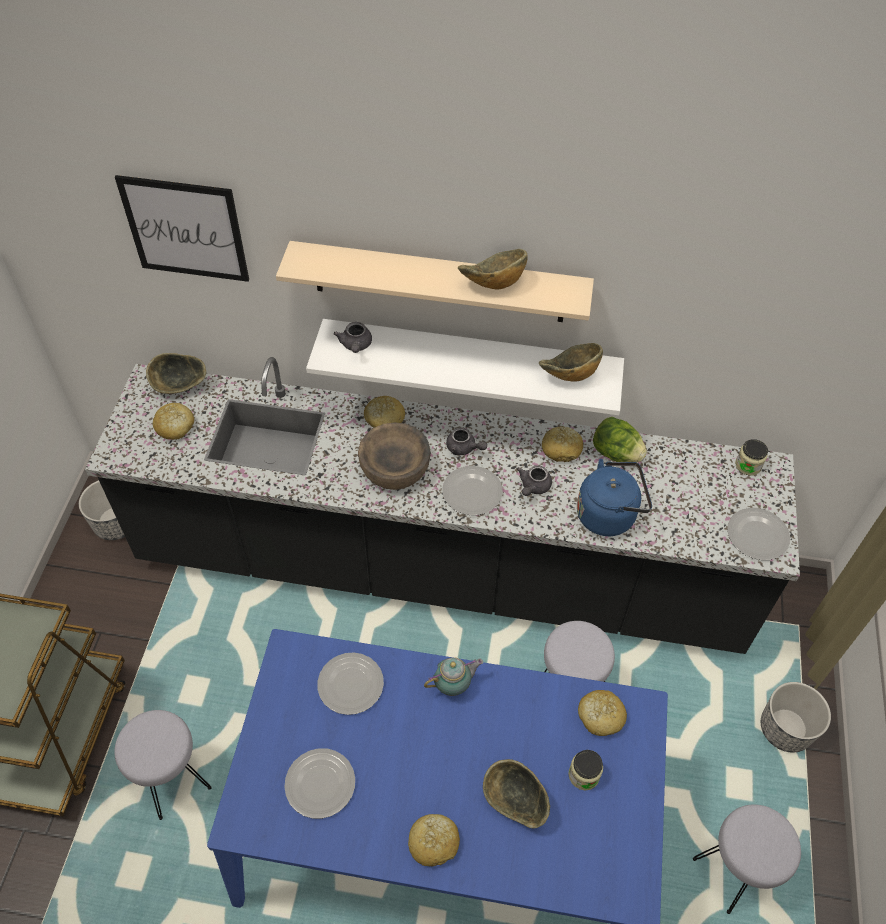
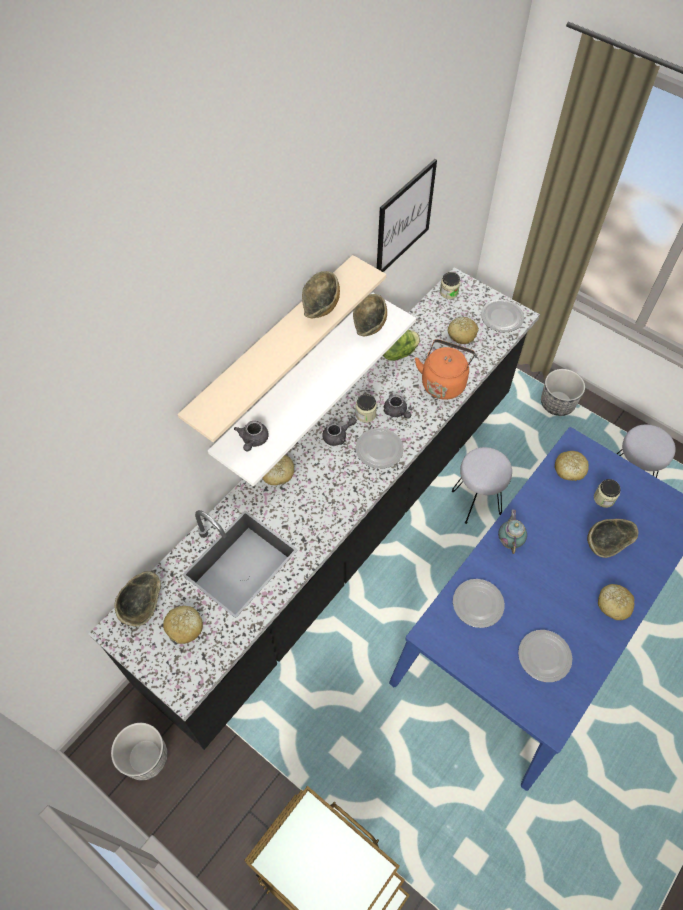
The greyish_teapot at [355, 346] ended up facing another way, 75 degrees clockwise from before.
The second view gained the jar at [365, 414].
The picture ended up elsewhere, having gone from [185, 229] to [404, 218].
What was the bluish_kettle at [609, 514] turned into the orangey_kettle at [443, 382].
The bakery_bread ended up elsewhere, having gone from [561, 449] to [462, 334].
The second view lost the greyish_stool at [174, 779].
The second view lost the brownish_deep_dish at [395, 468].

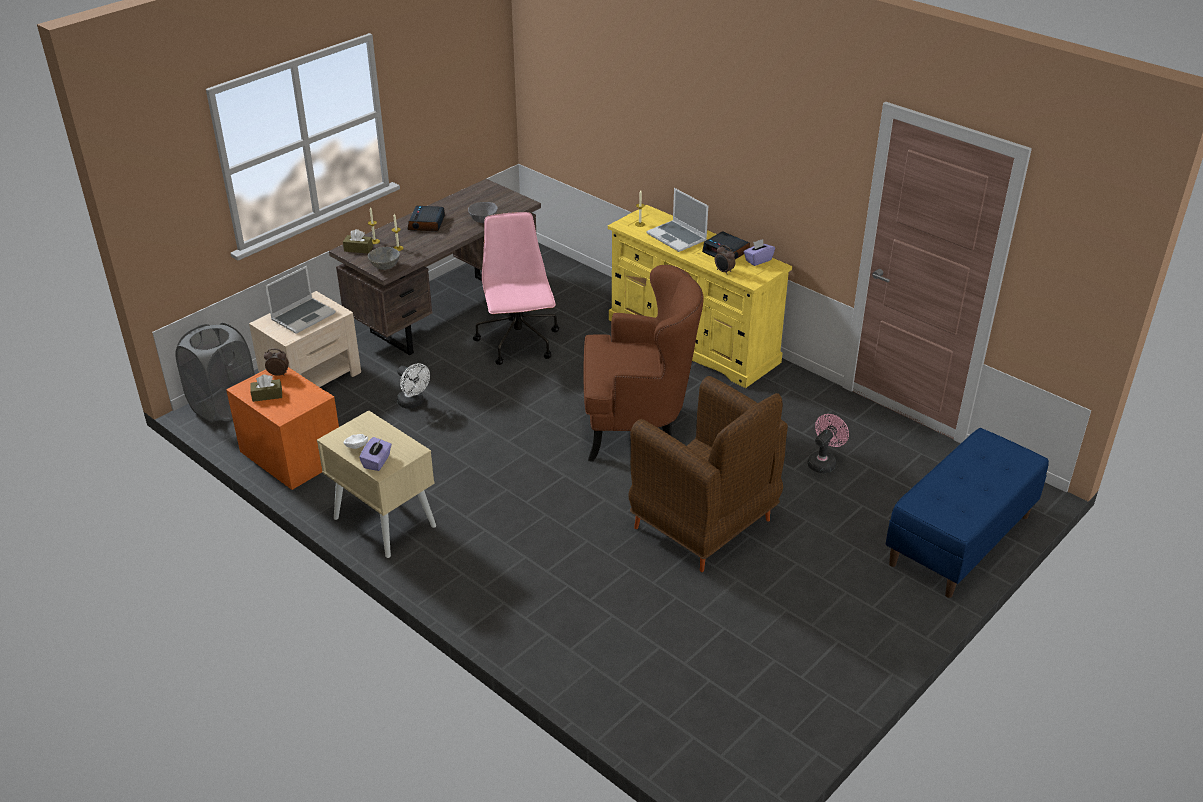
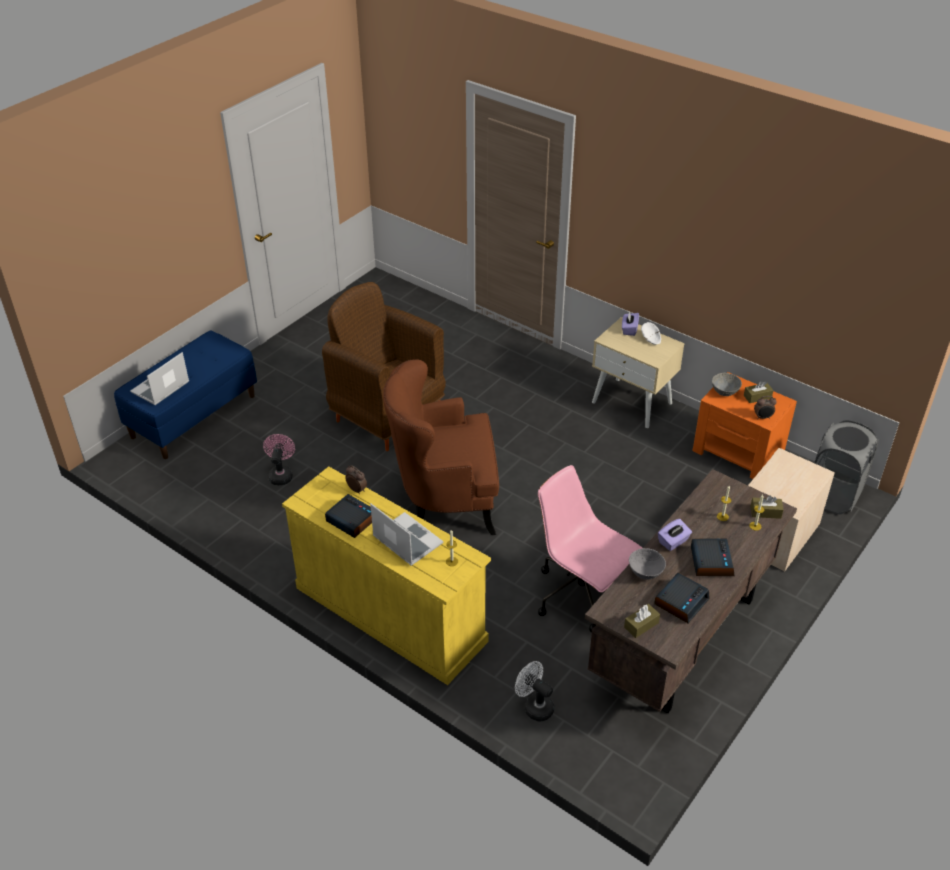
The laptop ended up elsewhere, having gone from [303, 316] to [160, 388].
The pink-coloured_cooling_fan at [823, 462] ended up facing another way, 150 degrees clockwise from before.
The whitish_cooling_fan ended up elsewhere, having gone from [413, 403] to [534, 706].
The pink-coloured_desk_chair at [519, 343] ended up facing another way, 150 degrees clockwise from before.
The second view gained the brownish_tissue_holder at [641, 625].
The second view gained the bedside_clock at [681, 601].
The purple-coloured_tissue_holder ended up elsewhere, having gone from [758, 260] to [673, 542].
The greyish_deep_dish ended up elsewhere, having gone from [385, 266] to [725, 392].

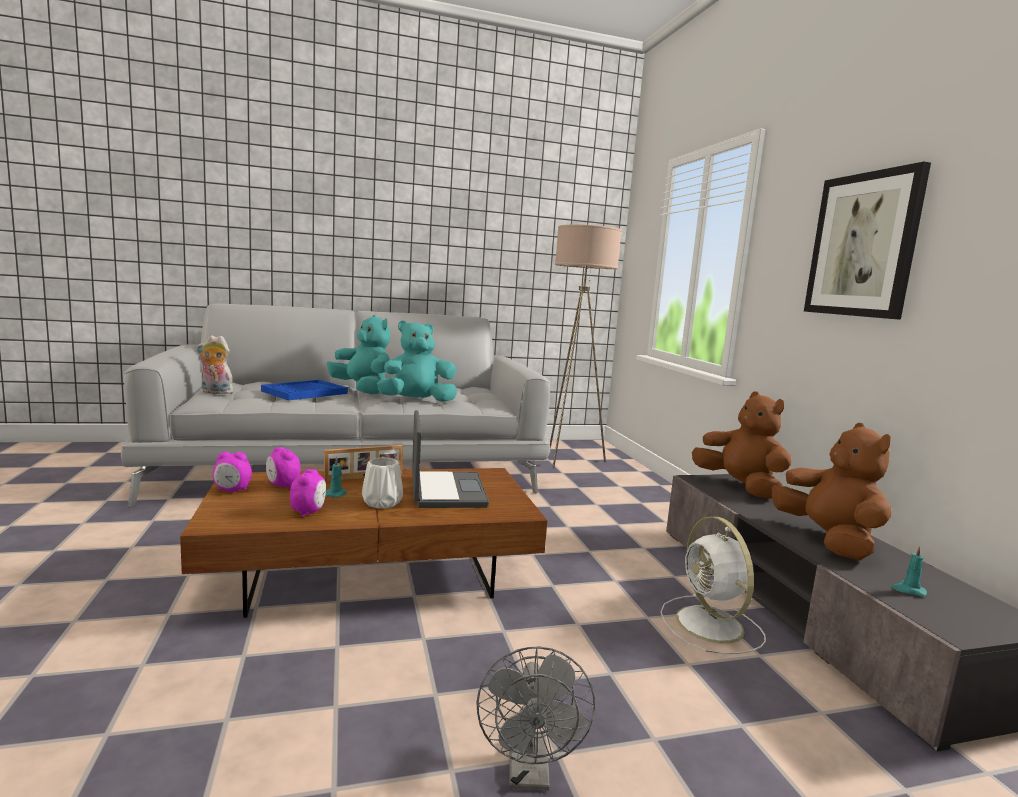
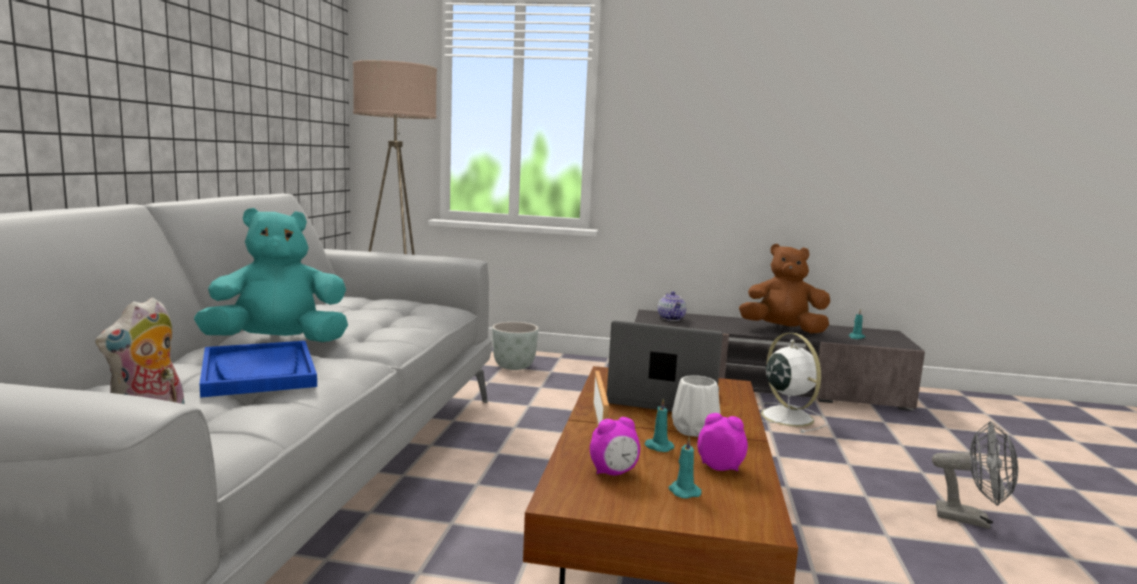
The second view gained the greyish_plant_pot at [514, 366].
Where the brownish_cuddly_toy stood at [740, 487], the teapot came to stand at [671, 319].
The second view gained the blue-green_wax_candle at [683, 491].
The whitish_cooling_fan at [711, 626] ended up facing another way, 120 degrees counterclockwise from before.
The second view lost the bedside_clock at [232, 490].
The second view lost the blue-green_cuddly_toy at [417, 401].
The second view lost the picture at [863, 245].

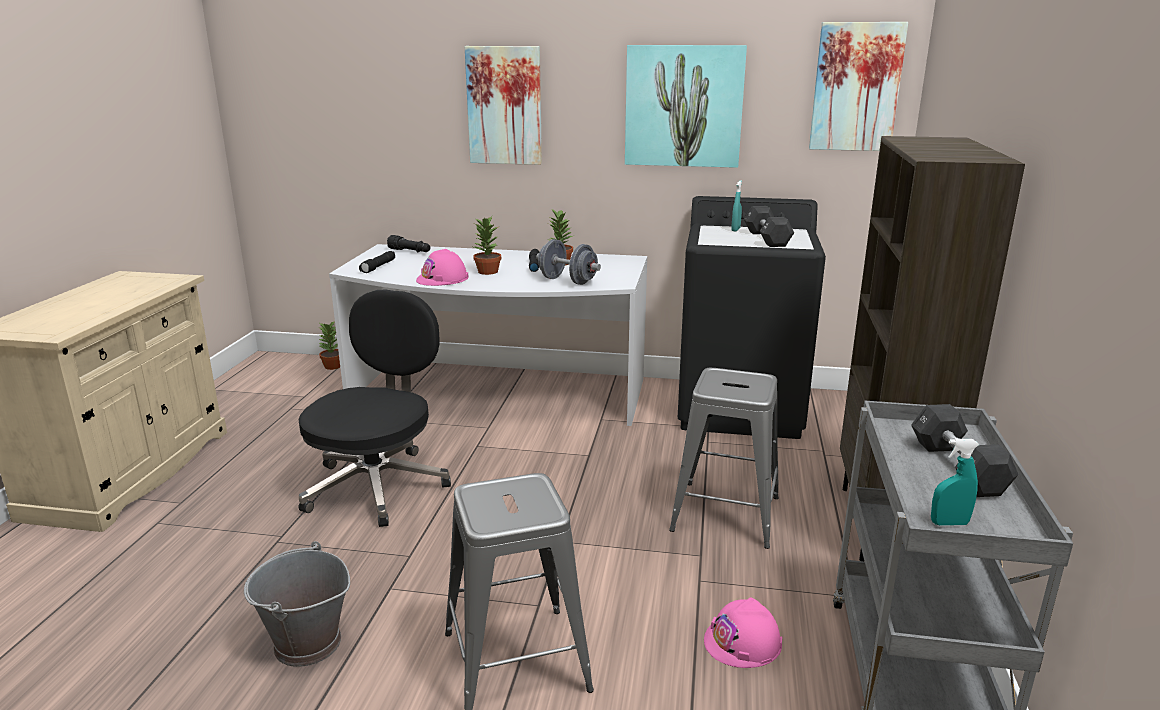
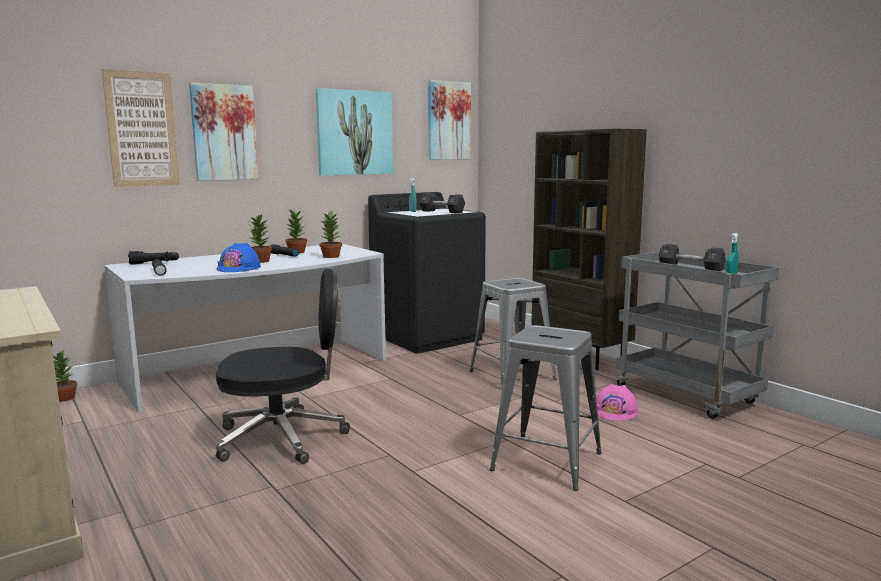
The second view gained the picture at [142, 129].
What was the pink-coloured_hard_hat at [442, 279] turned into the bluish_hard_hat at [239, 268].
The black_desk_chair at [378, 485] ended up facing another way, 105 degrees clockwise from before.
Where the greyish_dumbbell stood at [567, 281], the houseplant came to stand at [331, 256].
The second view lost the greyish_pail at [307, 644].

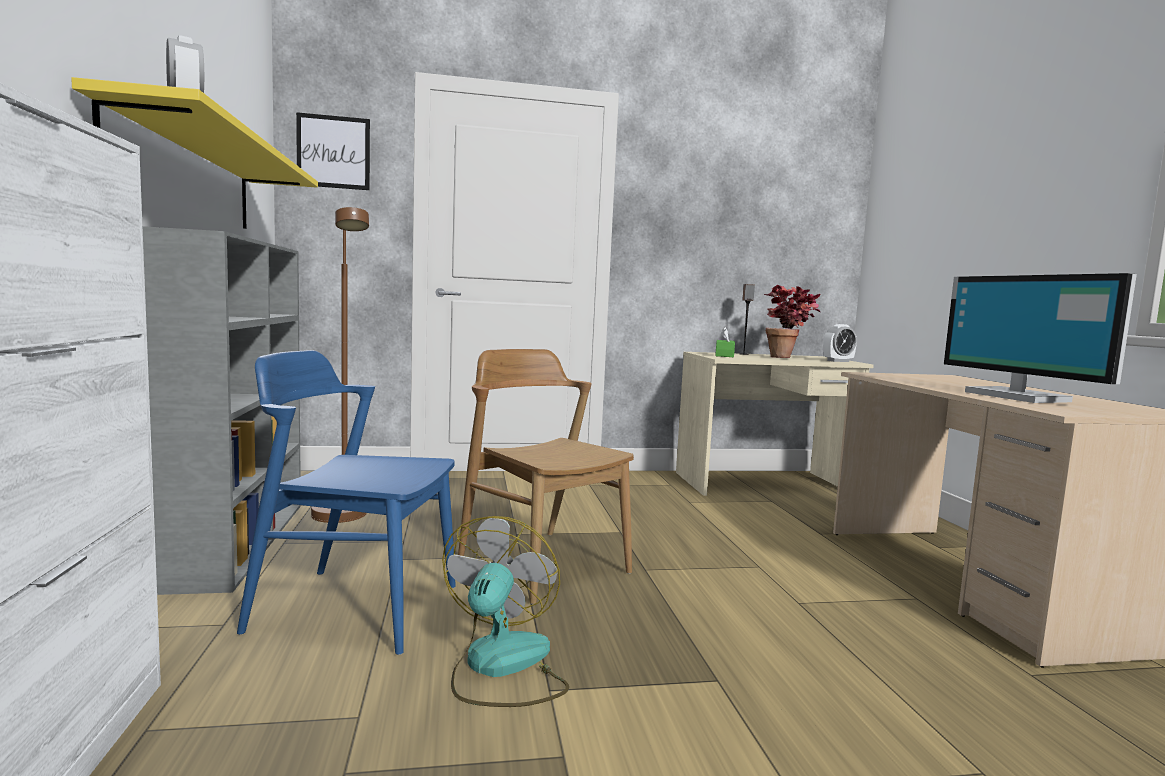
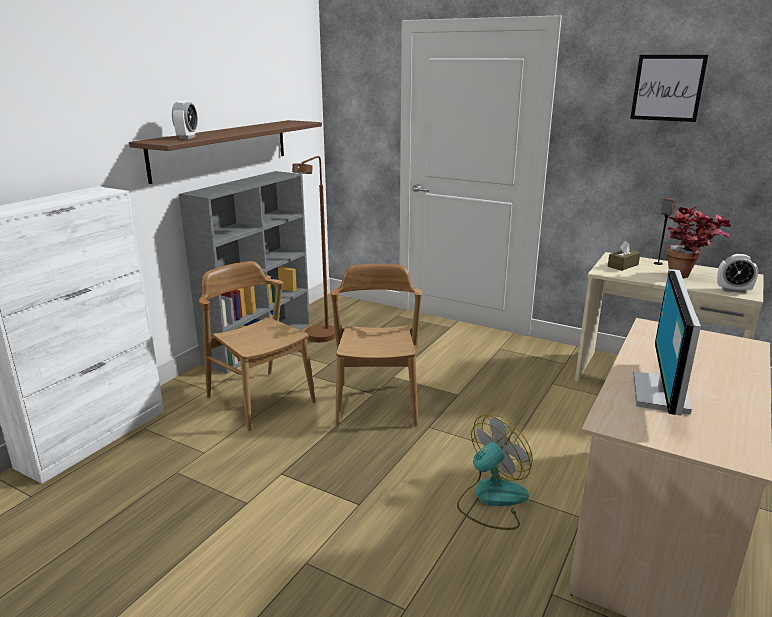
What was the yellow-coloured_wall_shelf at [187, 176] turned into the brownish_wall_shelf at [222, 149].
What was the bluish_upright_chair at [355, 608] turned into the brownish_upright_chair at [260, 399].
The cooling_fan ended up elsewhere, having gone from [501, 667] to [491, 499].
What was the greenish_tissue_holder at [724, 355] turned into the brownish_tissue_holder at [623, 265].
The picture ended up elsewhere, having gone from [333, 152] to [667, 88].

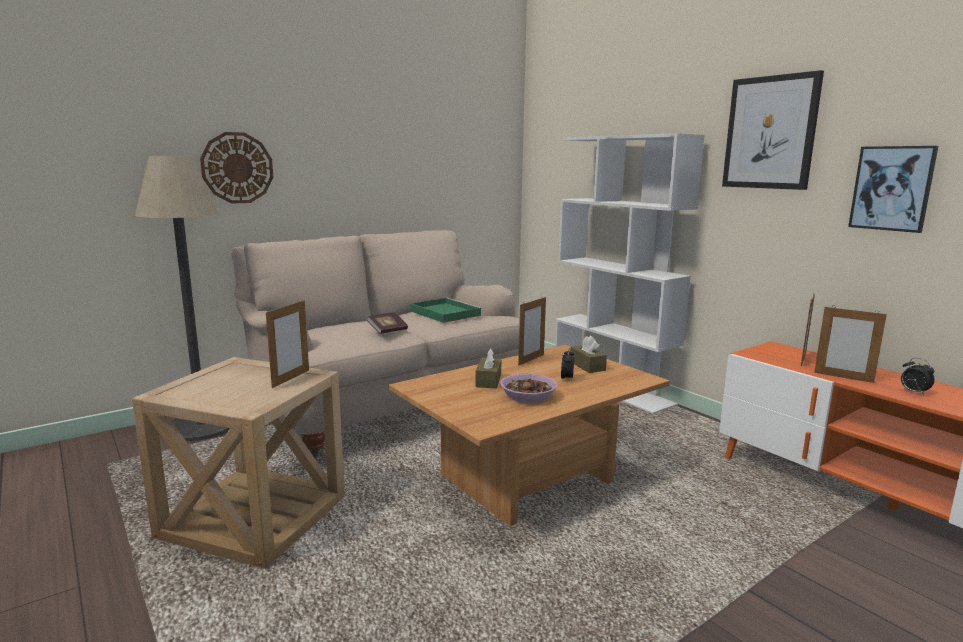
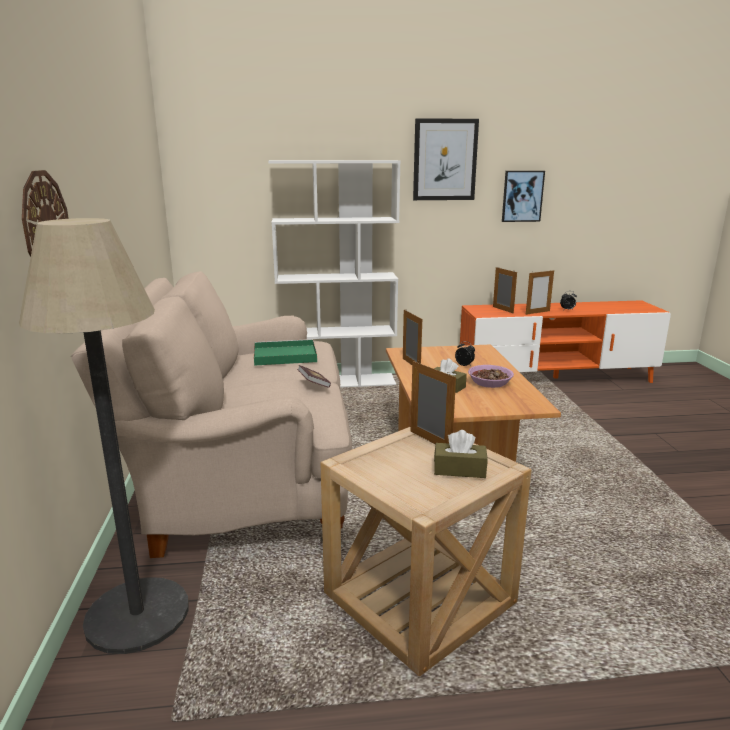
The brownish_tissue_holder ended up elsewhere, having gone from [587, 366] to [459, 469].

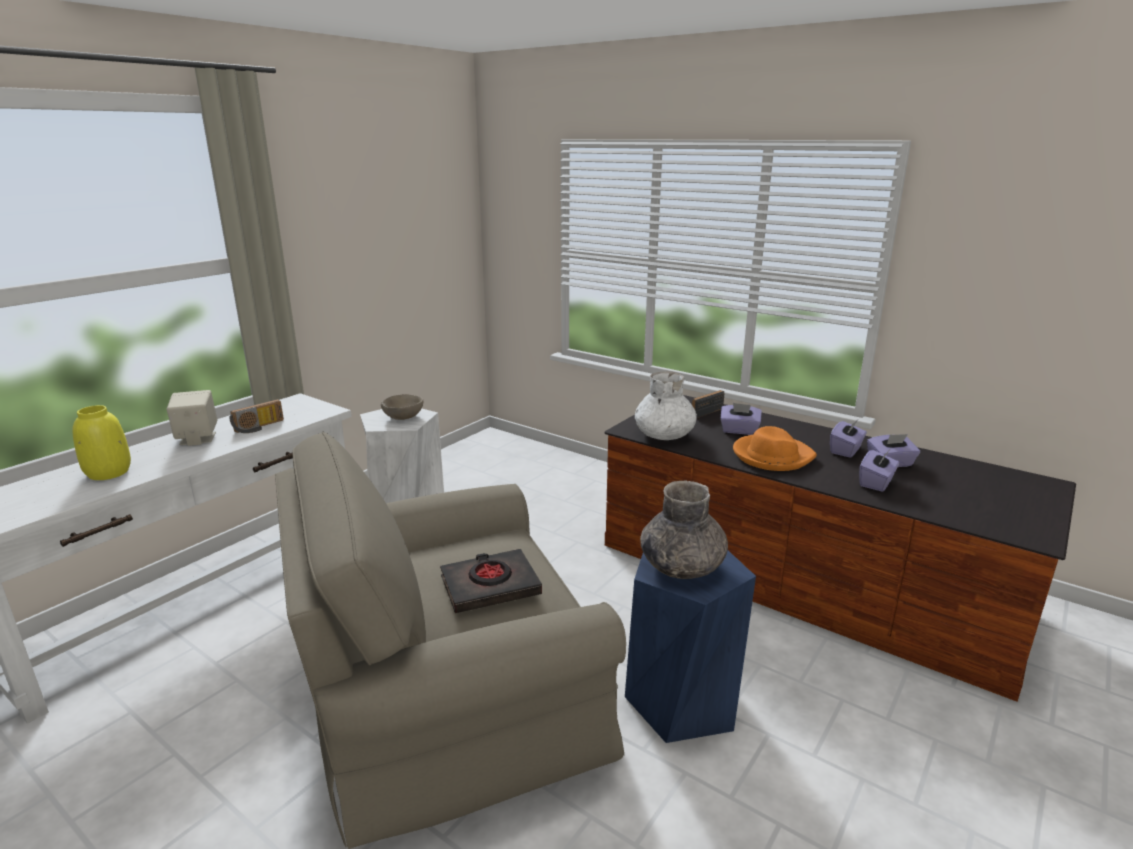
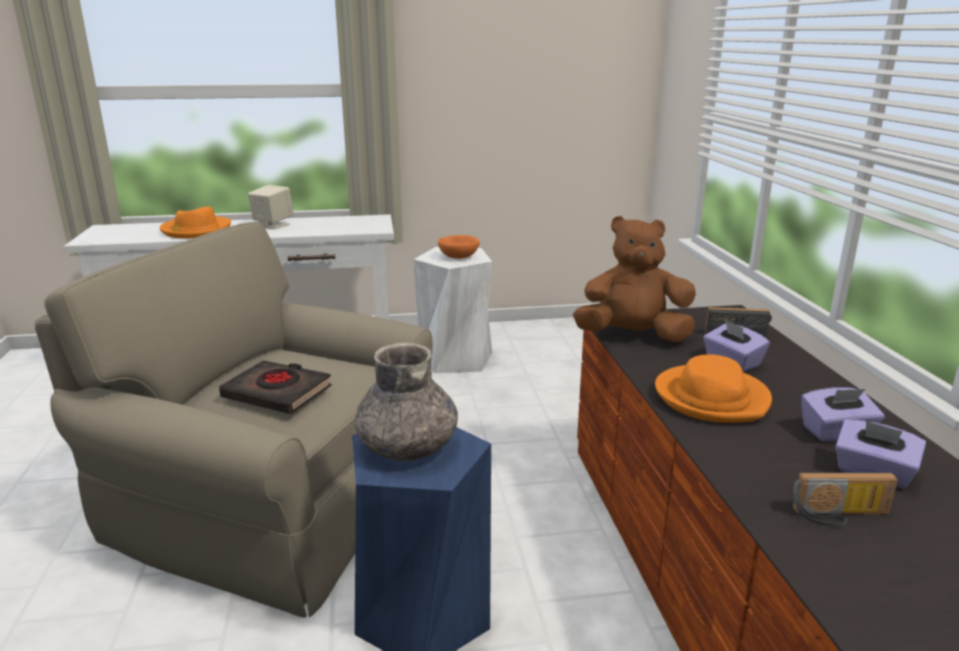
Where the yellow-coloured_decorative_vase stood at [109, 473], the orangey_wearable_hat came to stand at [196, 230].
What was the beige_deep_dish at [403, 417] turned into the orangey_deep_dish at [459, 257].
Where the whitish_decorative_vase stood at [664, 435], the brownish_cuddly_toy came to stand at [632, 336].
The radio_receiver ended up elsewhere, having gone from [259, 427] to [841, 516].
The second view lost the purple-coloured_tissue_holder at [876, 482].

